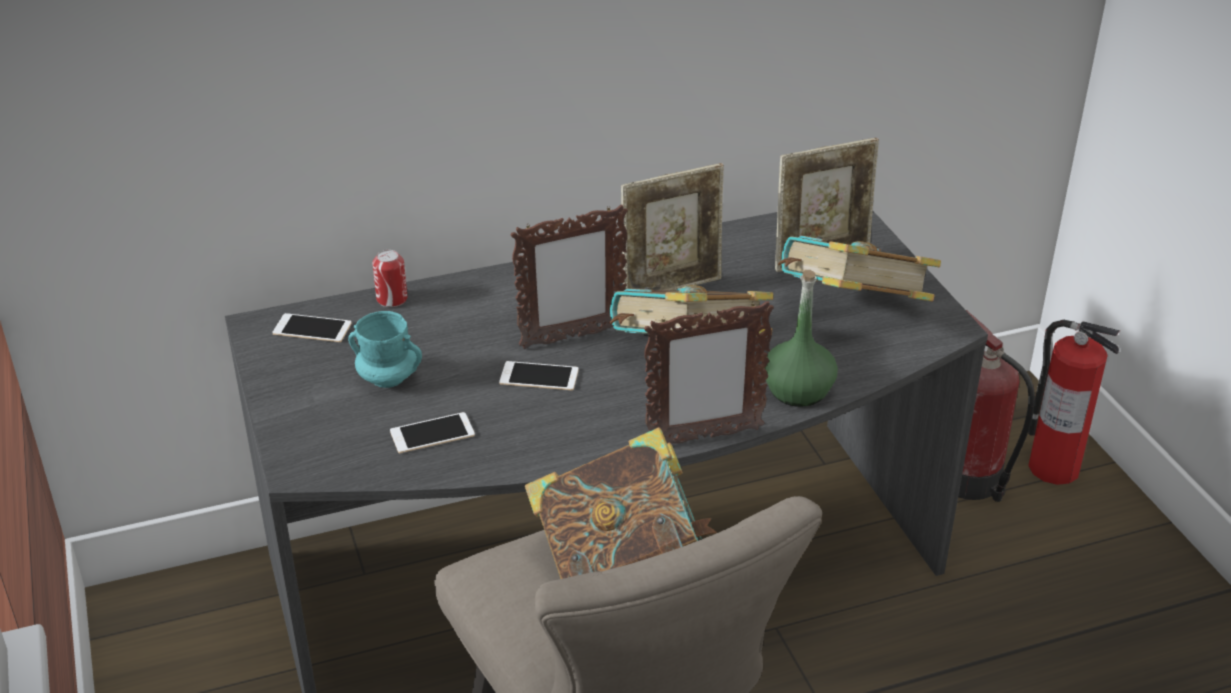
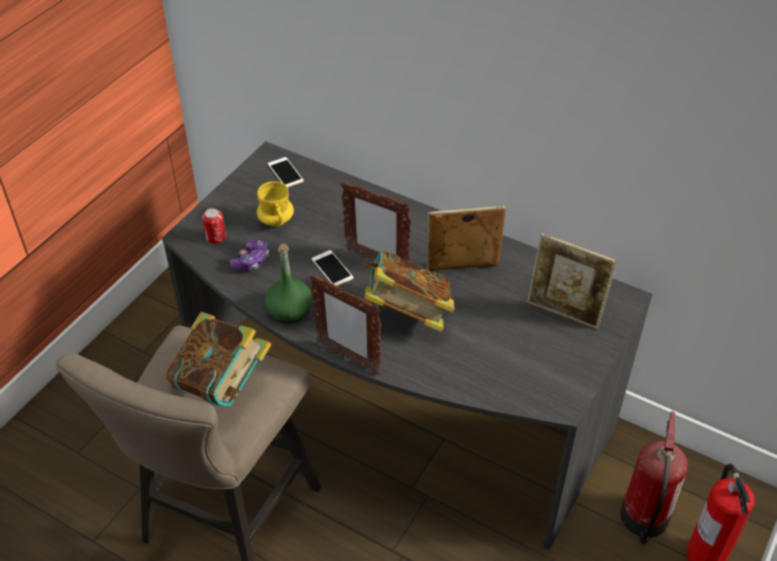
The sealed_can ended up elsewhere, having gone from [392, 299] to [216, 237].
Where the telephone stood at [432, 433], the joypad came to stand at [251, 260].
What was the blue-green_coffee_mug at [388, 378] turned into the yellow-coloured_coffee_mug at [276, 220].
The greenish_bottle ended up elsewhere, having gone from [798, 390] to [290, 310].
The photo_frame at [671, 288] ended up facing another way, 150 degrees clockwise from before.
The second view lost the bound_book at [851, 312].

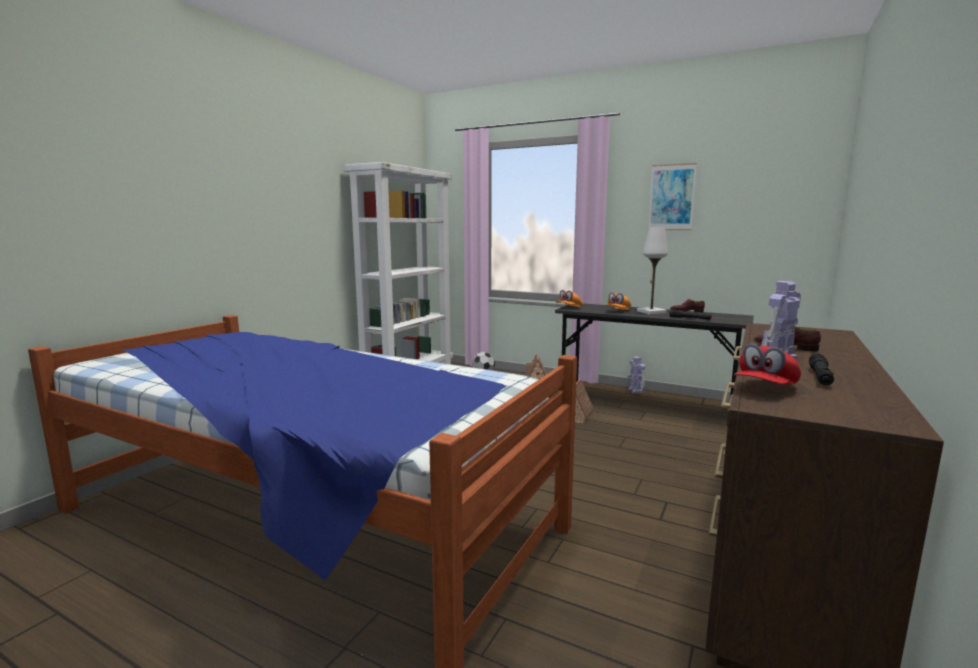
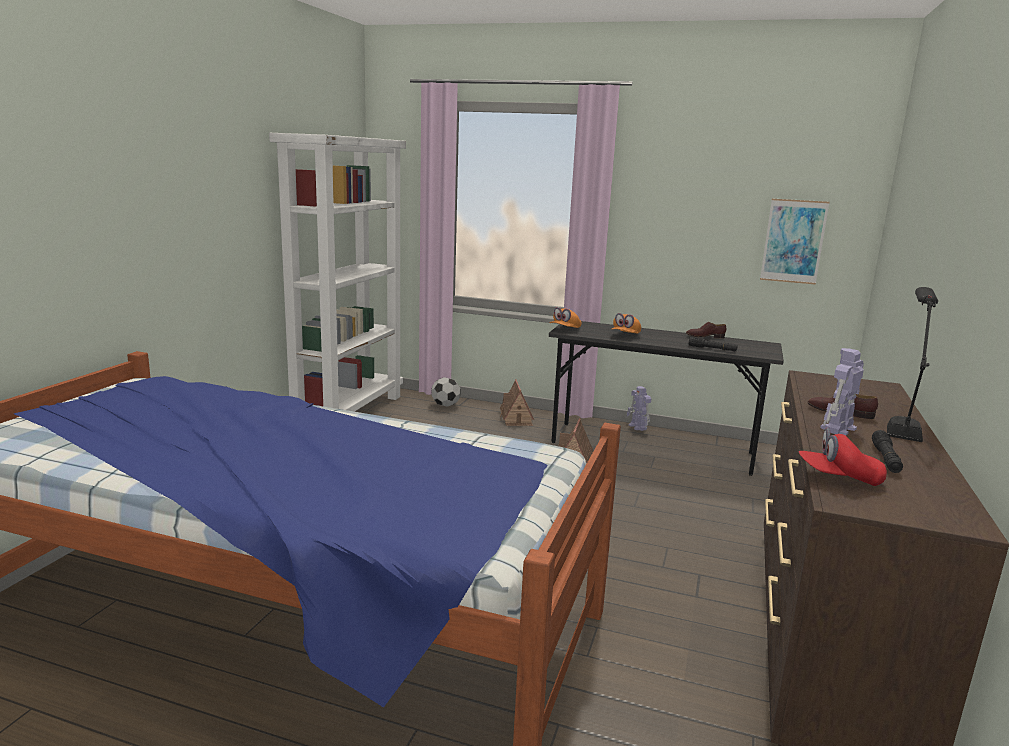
The picture ended up elsewhere, having gone from [671, 197] to [793, 241].
The red-coloured_cap at [765, 388] ended up facing another way, 60 degrees clockwise from before.
The second view gained the black_tabletop_lamp at [902, 422].
The second view lost the whitish_tabletop_lamp at [651, 312].

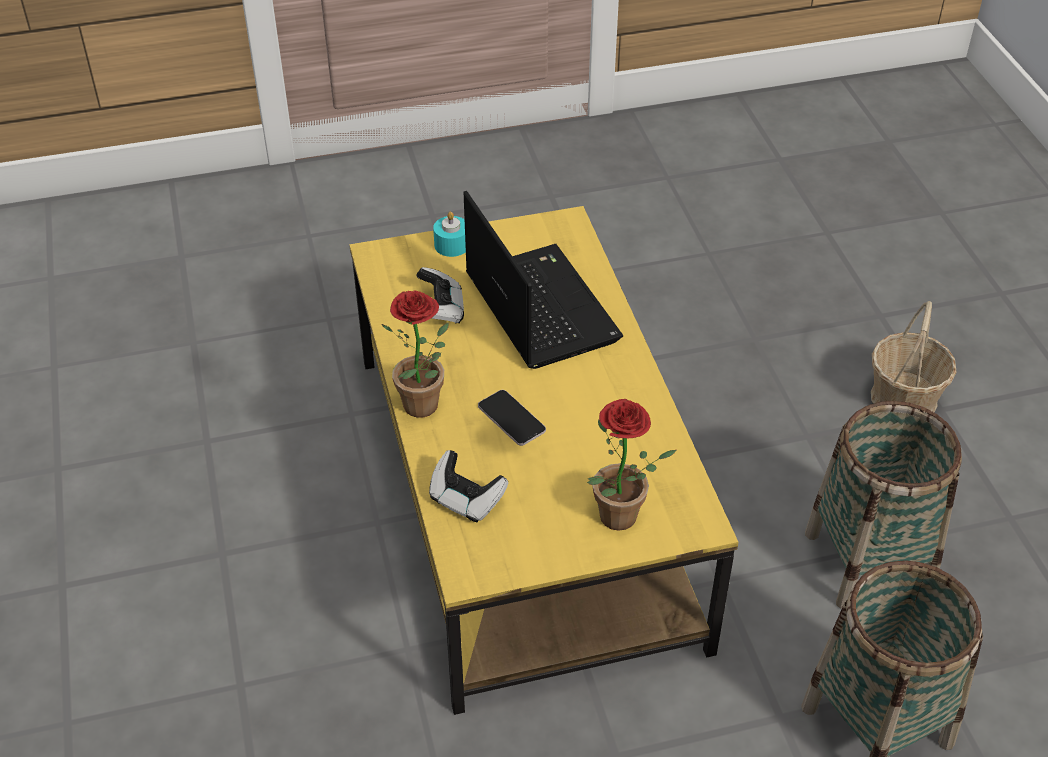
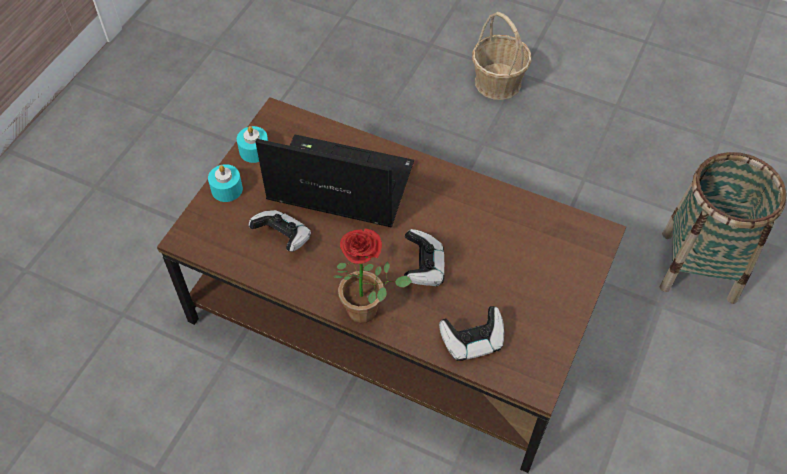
What was the yellow-coloured_coffee_table at [521, 493] turned into the brownish_coffee_table at [390, 312].
The second view gained the blue-green_wax_candle at [254, 151].
Where the telephone stood at [511, 418], the joypad came to stand at [424, 268].
The second view lost the houseplant at [619, 523].
The second view lost the household_basket at [867, 560].

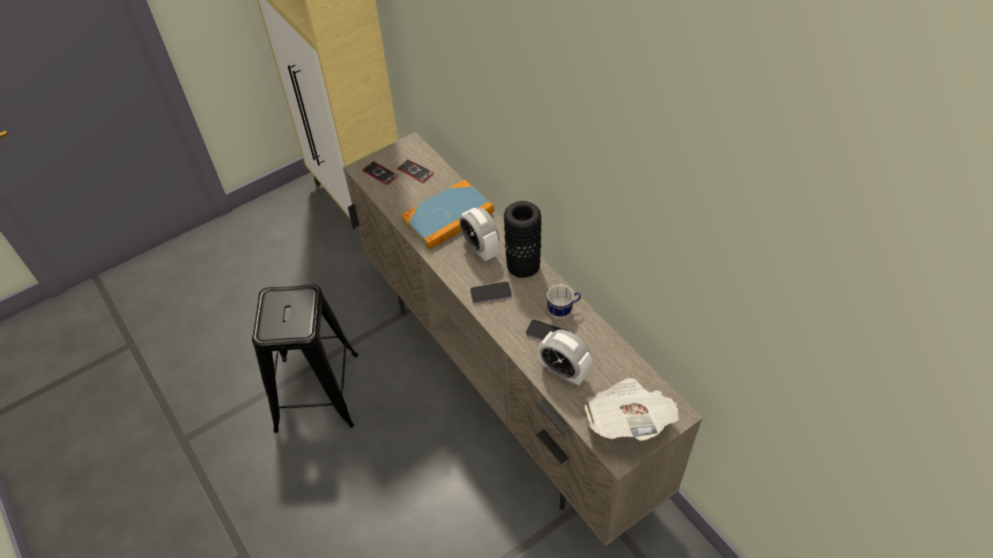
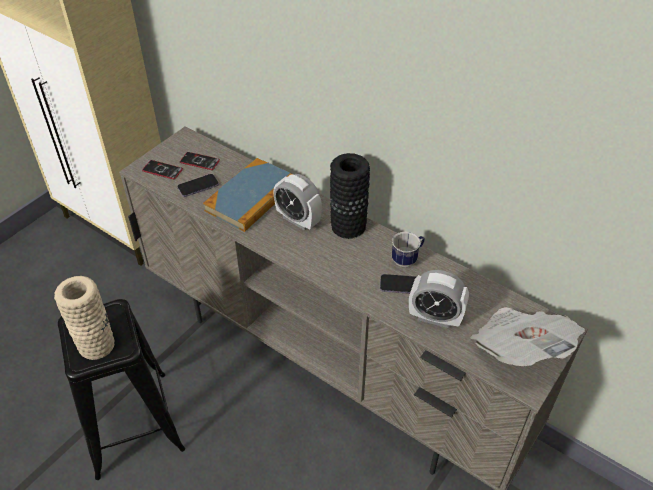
The second view gained the beige_decorative_vase at [96, 345].
The telephone ended up elsewhere, having gone from [491, 293] to [198, 186].

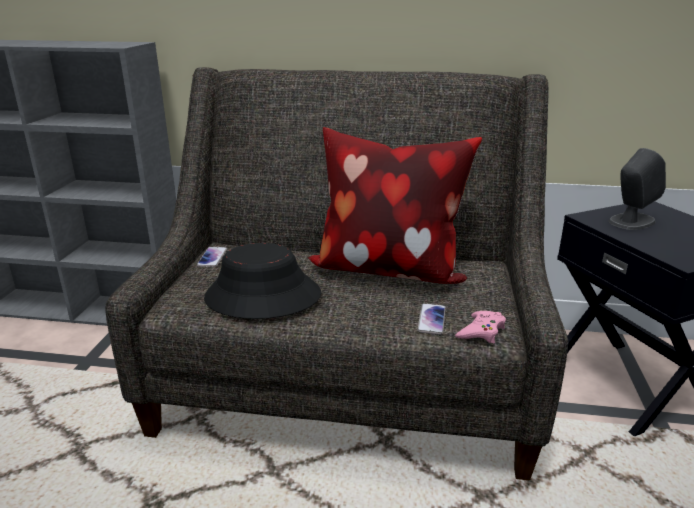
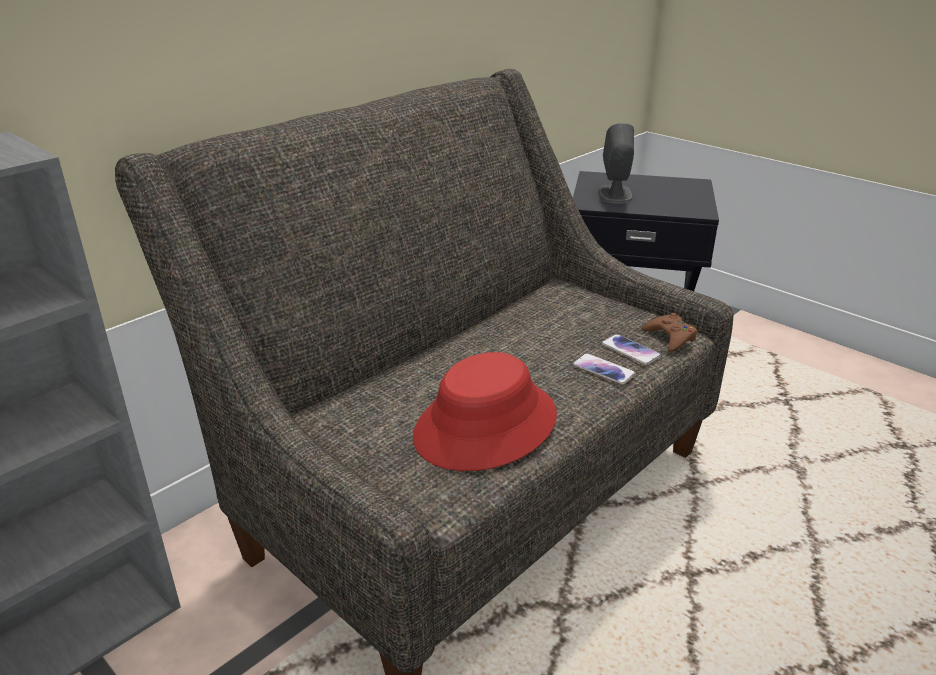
What was the black_wearable_hat at [262, 297] turned into the red-coloured_wearable_hat at [486, 426].
The telephone ended up elsewhere, having gone from [212, 258] to [603, 370].
What was the pink-coloured_joypad at [481, 331] turned into the brownish_joypad at [670, 337].
The second view lost the throw_pillow at [388, 269].

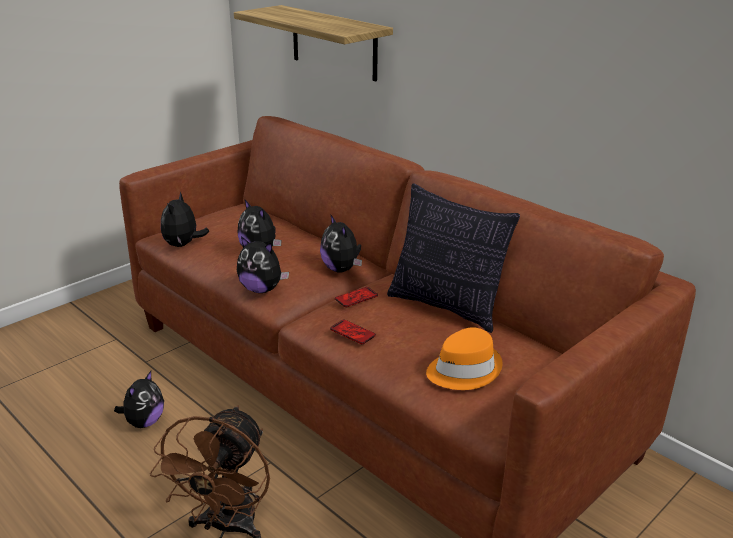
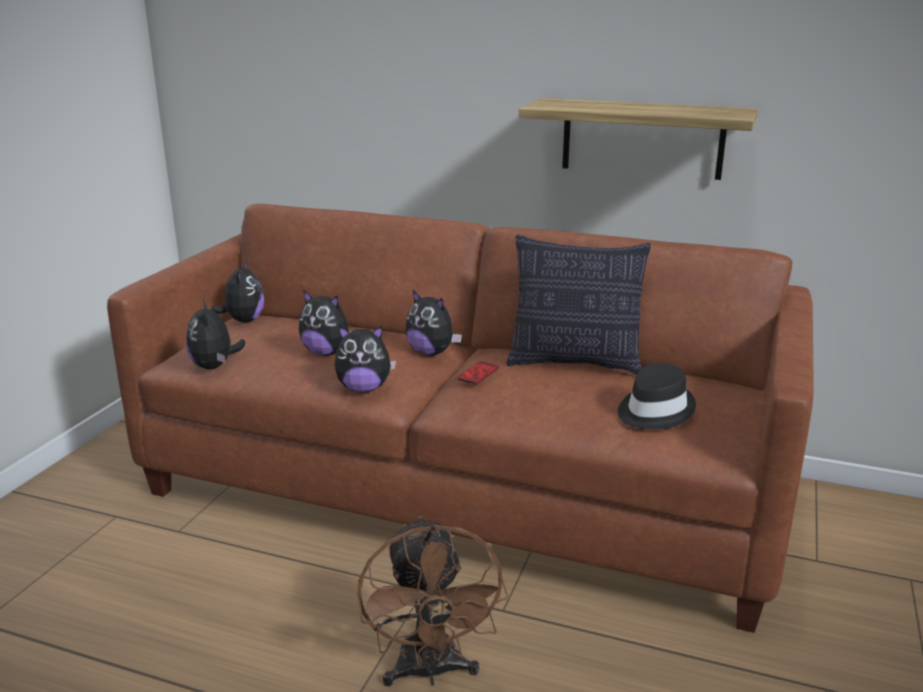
The cuddly_toy ended up elsewhere, having gone from [144, 422] to [243, 321].
The wall_shelf ended up elsewhere, having gone from [334, 43] to [642, 138].
What was the orangey_wearable_hat at [463, 370] turned into the black_wearable_hat at [653, 411].
The second view lost the telephone at [352, 332].

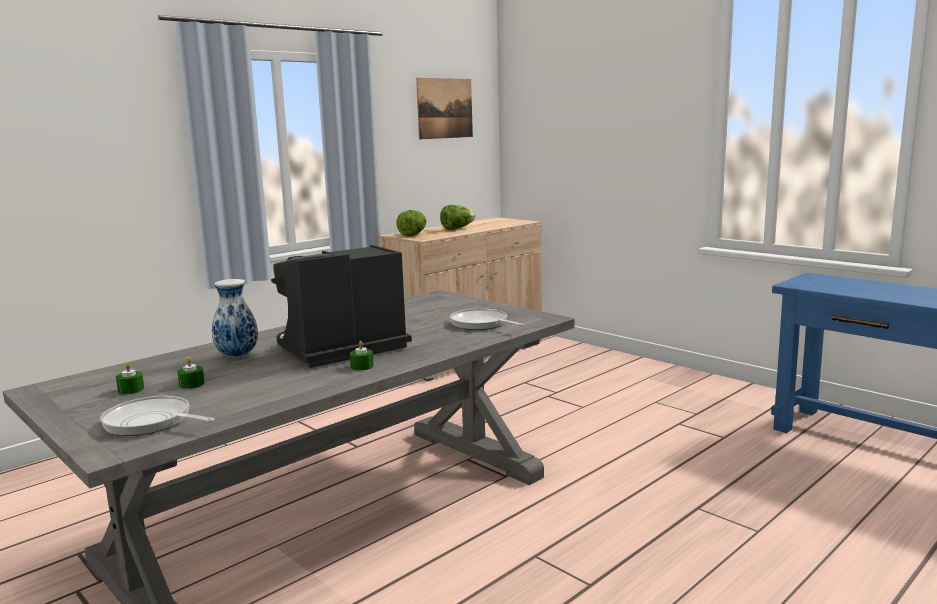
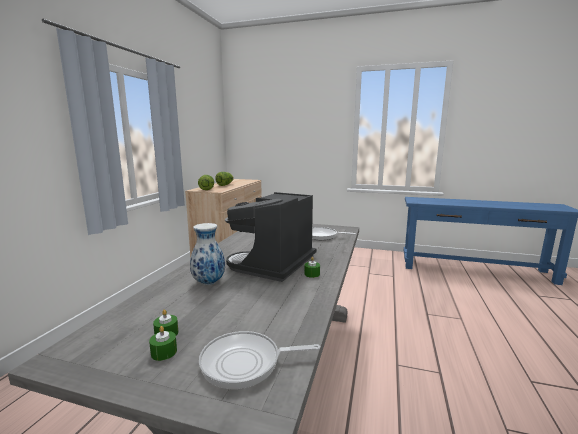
The greenish_wax_candle ended up elsewhere, having gone from [192, 384] to [164, 352].
The second view lost the picture at [445, 108].

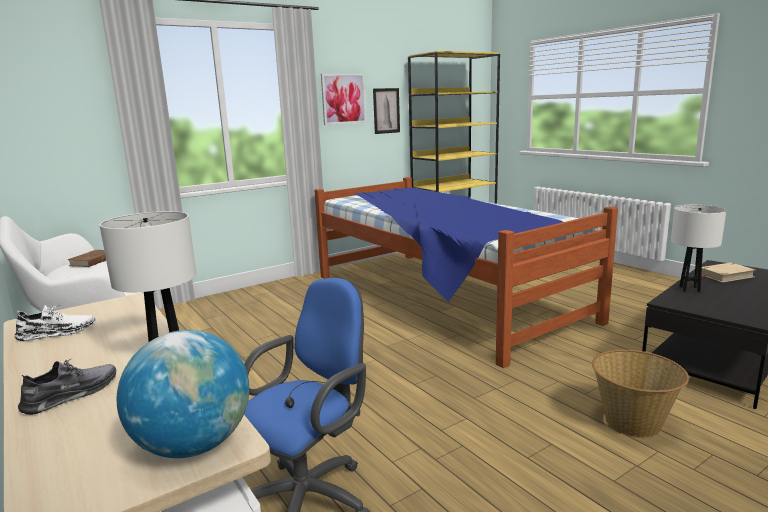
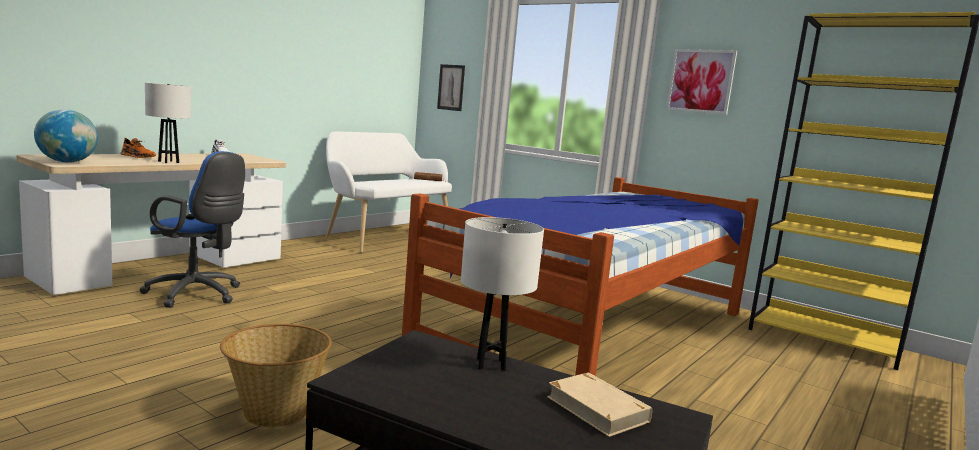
What was the greyish_shoe at [72, 394] turned into the orangey_shoe at [138, 156].
The picture ended up elsewhere, having gone from [386, 111] to [451, 87].

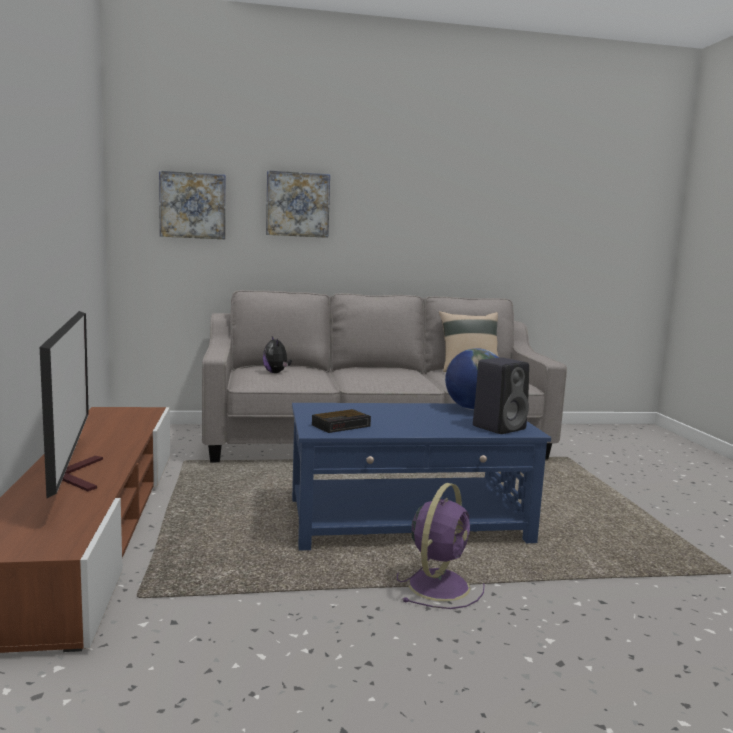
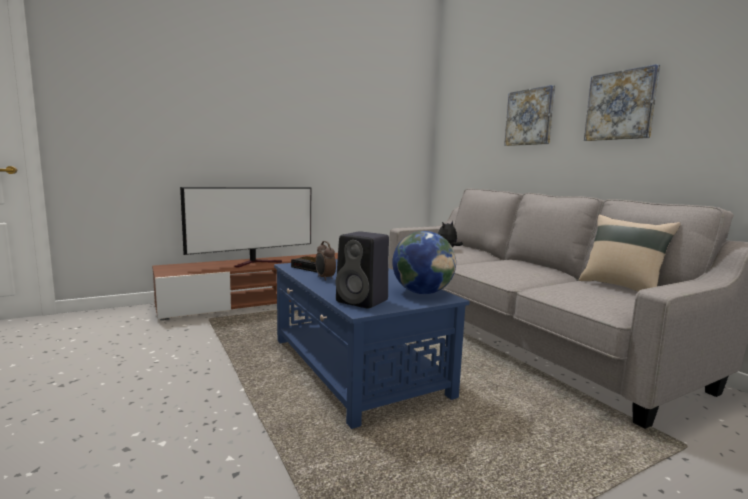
The second view gained the bedside_clock at [324, 278].
The picture ended up elsewhere, having gone from [193, 205] to [621, 105].
The second view lost the purple-coloured_cooling_fan at [439, 584].

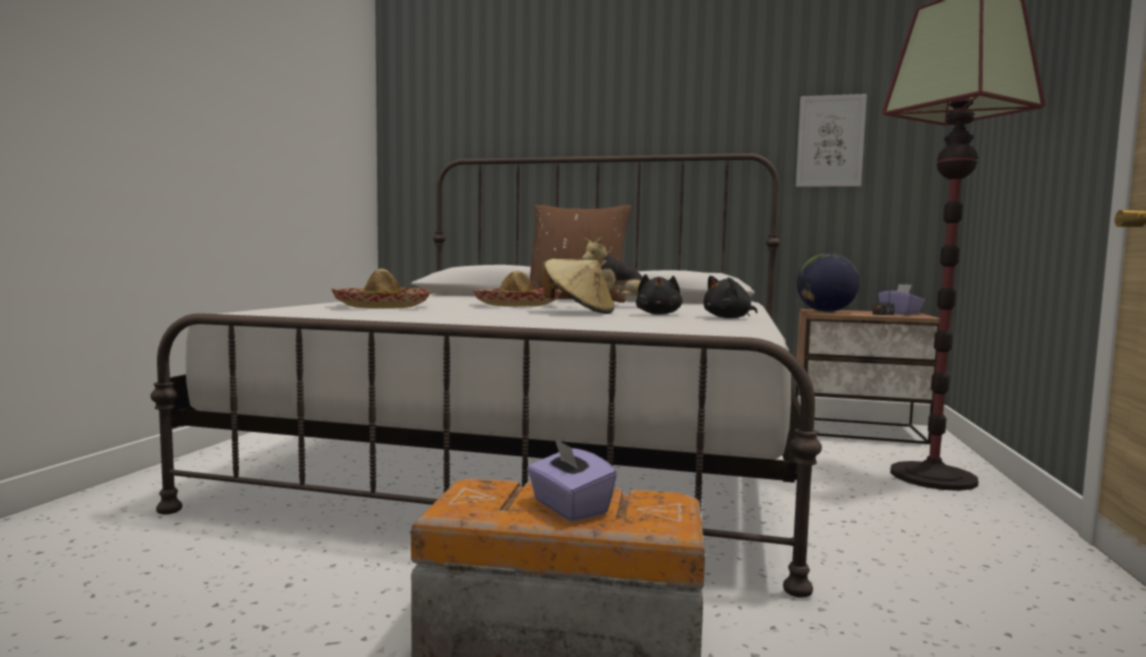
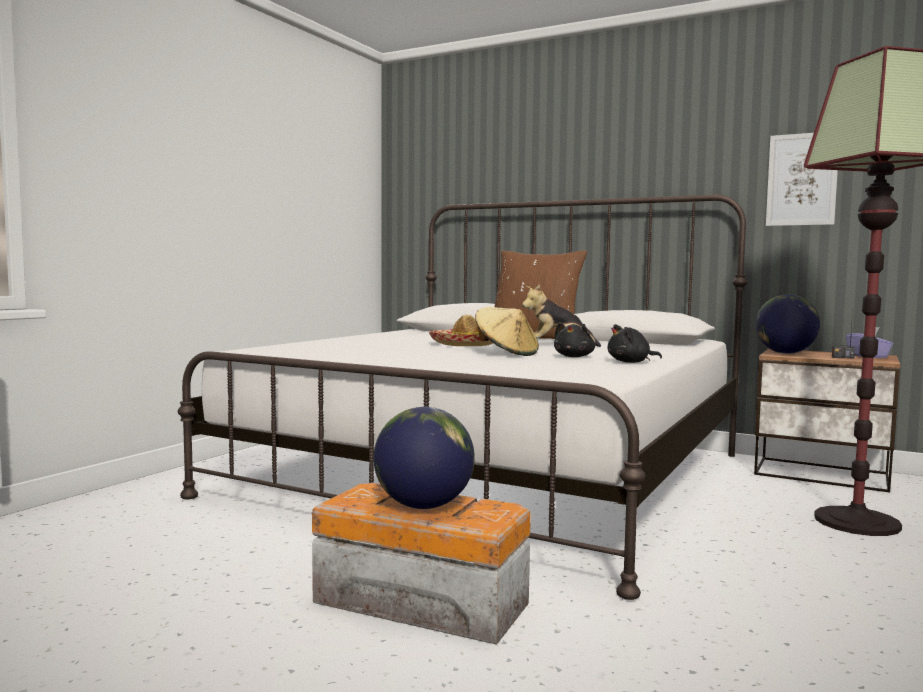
Where the purple-coloured_tissue_holder stood at [569, 508], the desk_globe came to stand at [423, 506].
The second view lost the wearable_hat at [381, 307].

